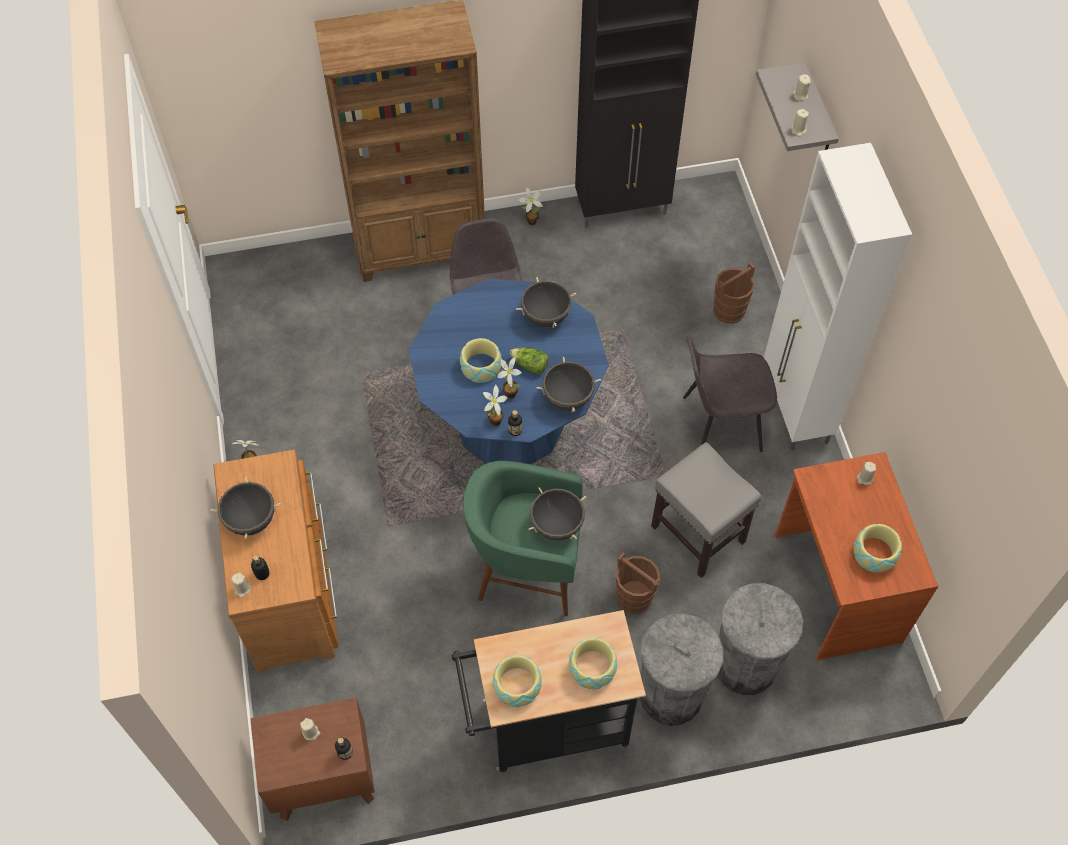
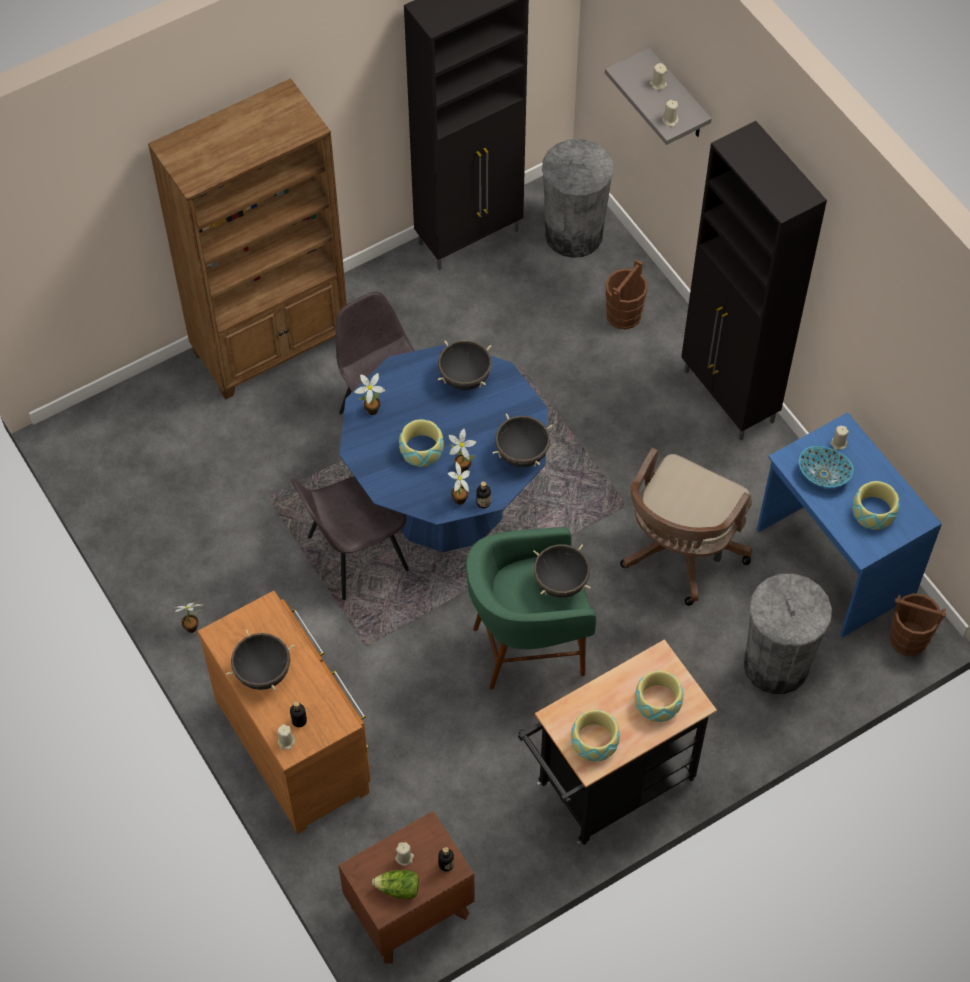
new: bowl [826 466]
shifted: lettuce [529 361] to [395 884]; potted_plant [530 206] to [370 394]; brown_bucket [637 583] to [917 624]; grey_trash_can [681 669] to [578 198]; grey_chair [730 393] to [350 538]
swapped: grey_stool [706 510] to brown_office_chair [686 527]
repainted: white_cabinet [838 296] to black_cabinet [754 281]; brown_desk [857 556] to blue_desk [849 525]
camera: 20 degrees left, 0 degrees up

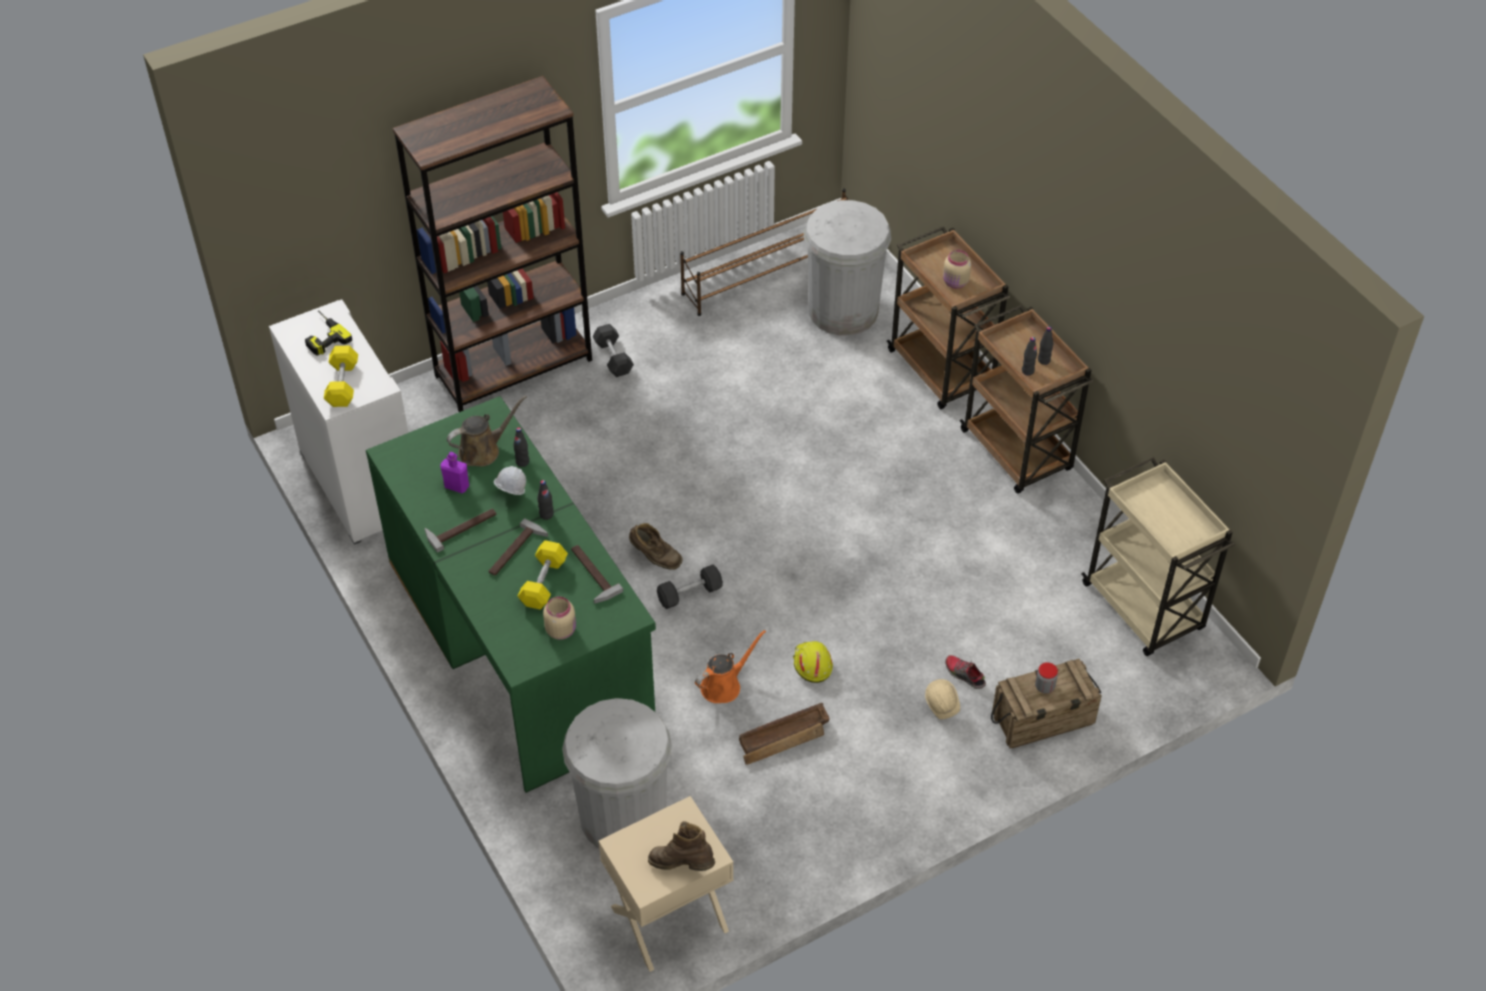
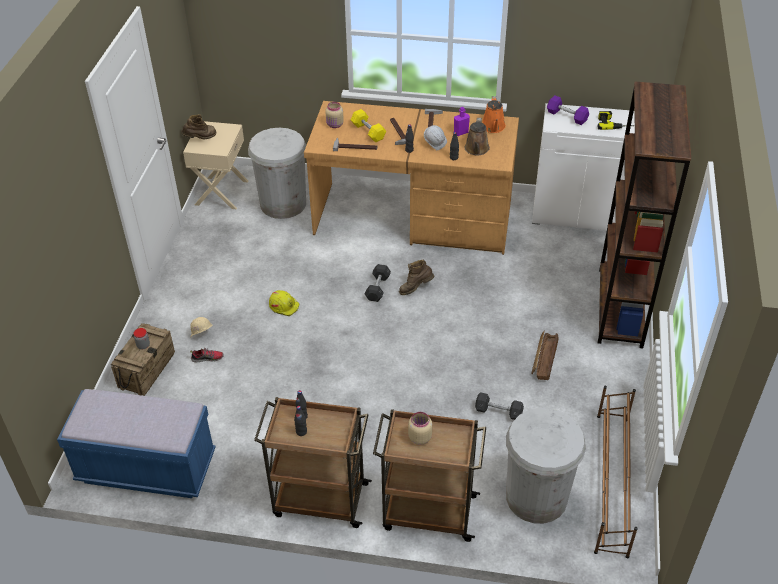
shifted: grey_dumbbell [613 350] to [499 406]; orange_watering_can [730 666] to [494 114]; crate [784 734] to [544 355]
swapped: beige_cart [1158 556] to blue_bench [136 443]
repainted: yellow_dumbbell [341 376] to purple_dumbbell [568 110]; green_desk [511 594] to brown_desk [411 178]
camera: 130 degrees right, 5 degrees down

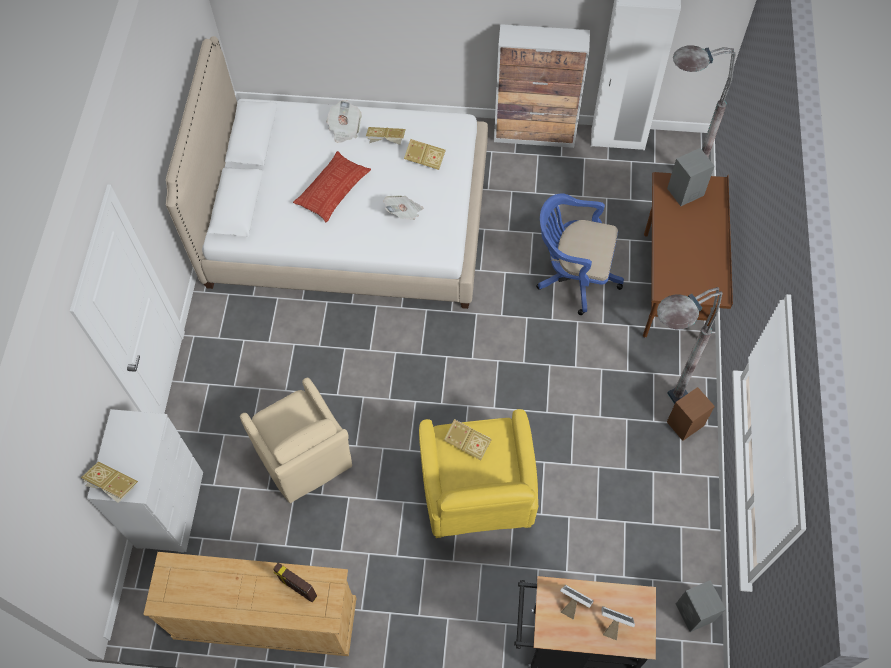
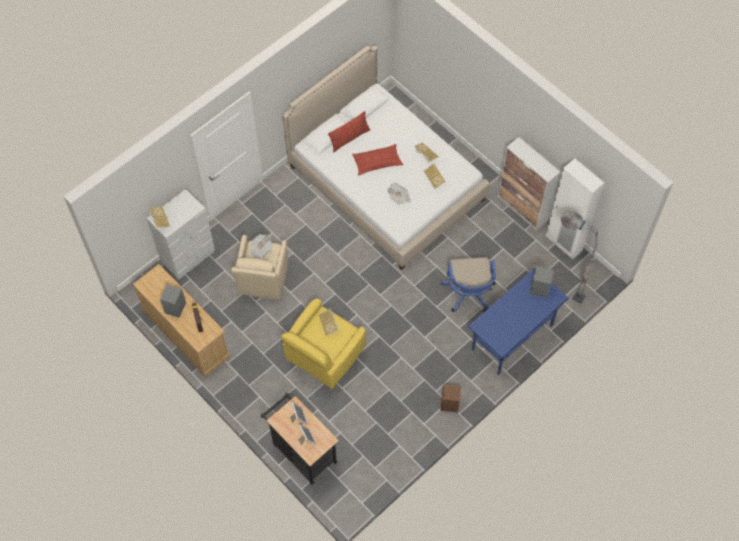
gone: grey_floor_lamp [690 345]
new: pillow [349 132]
shifted: newspaper [344 121] to [261 247]; grey_speaker [701 606] to [173 301]
repainted: brown_desk [688 255] to blue_desk [518 321]
rotated: blue_office_chair [580 254] = [468 284] 150 degrees counterclockwise
camera: 40 degrees right, 0 degrees up

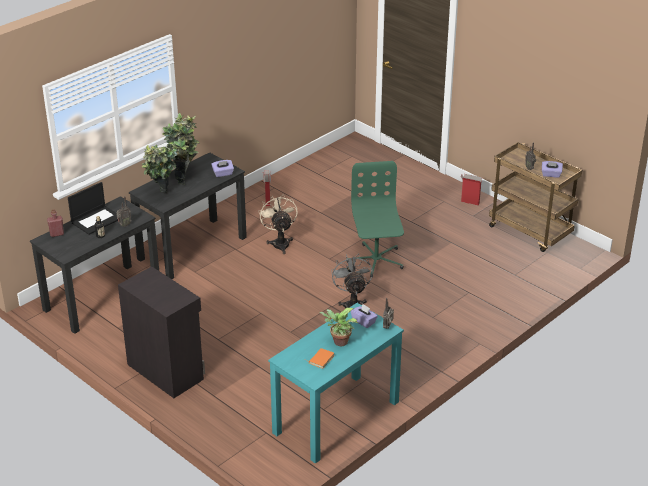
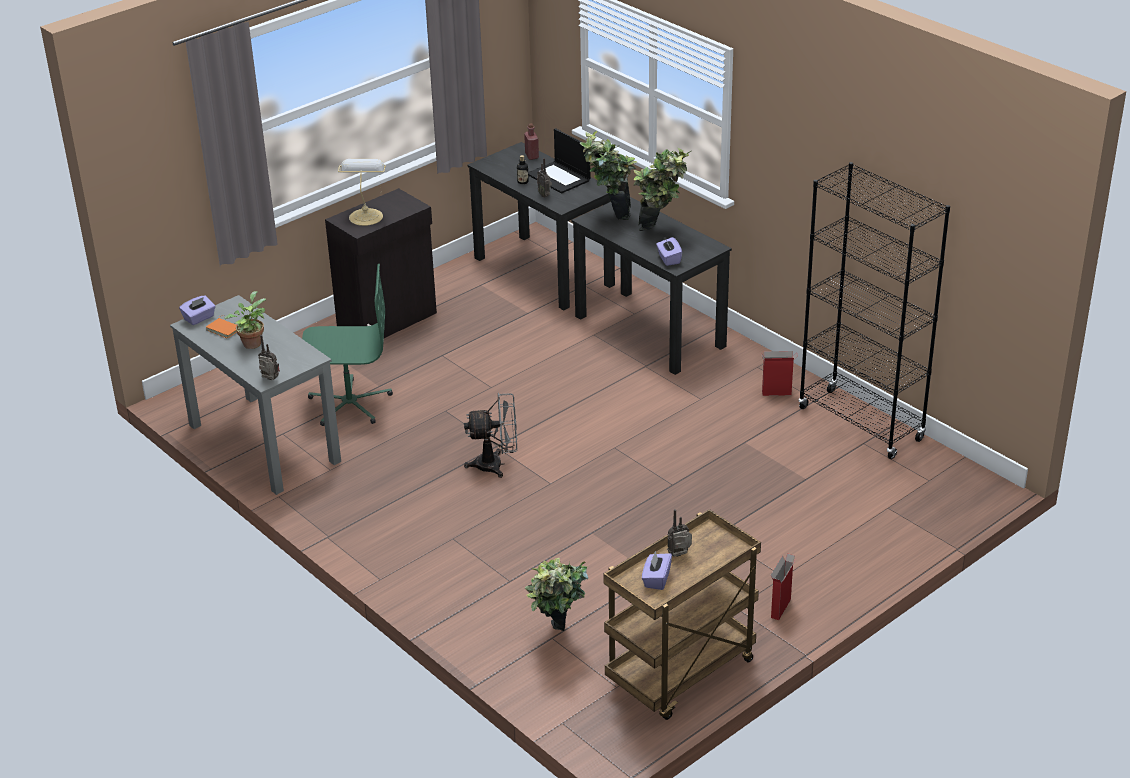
gone: beige_fan [278 224]
new: table_lamp [362 192]; potted_plant [556 594]; black_bookcase [874 310]
shifted: green_office_chair [375 219] to [347 345]; purple_tissue_box [364 316] to [197 310]
repainted: turquoise_desk [336 383] to grey_desk [255 395]
camera: 95 degrees right, 0 degrees up

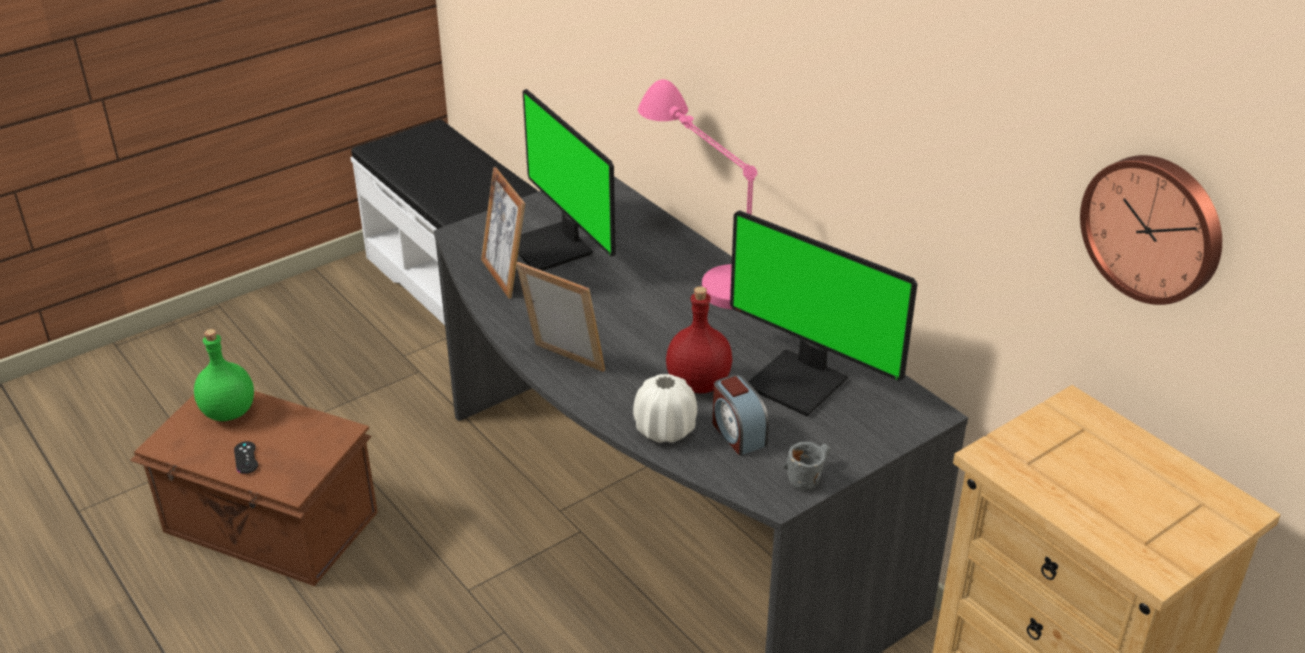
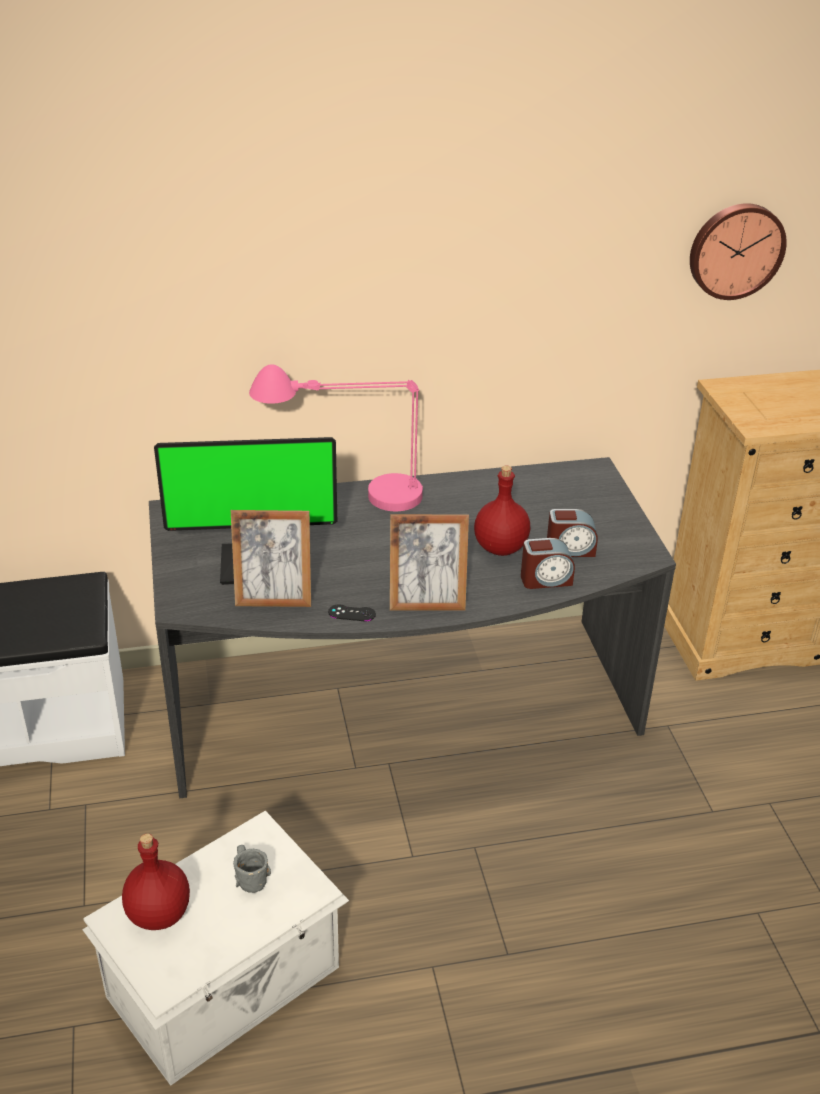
gone: monitor [824 313]
shifted: black_game_controller [246 457] to [352 612]; grey_mug [806 466] to [252 869]
swapped: white_vase [665 408] to alarm_clock [548 563]
repainted: brown_storage_box [254 488] to white_storage_box [215 948]; green_bottle [224 375] to red_bottle [156 881]
rotated: picture_frame [560 317] = [429 562] 150 degrees counterclockwise
camera: 65 degrees left, 0 degrees up

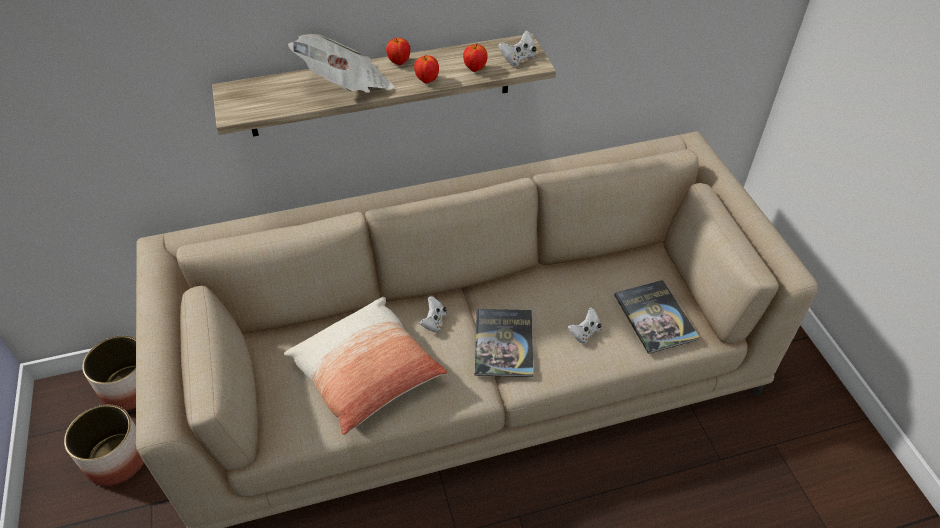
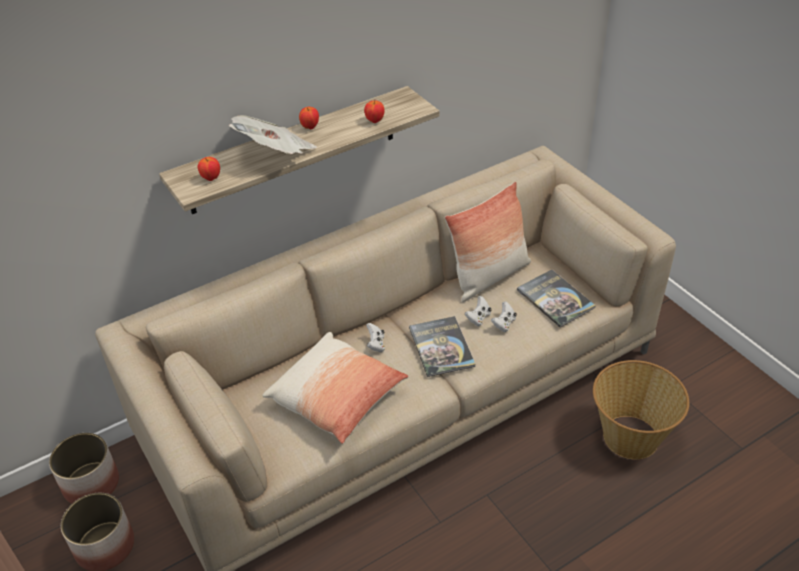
new: pillow [488 242]; basket [641 410]
shifted: apple [426 69] to [209 169]; white_game_controller [517 48] to [478 311]
camera: 15 degrees left, 5 degrees down

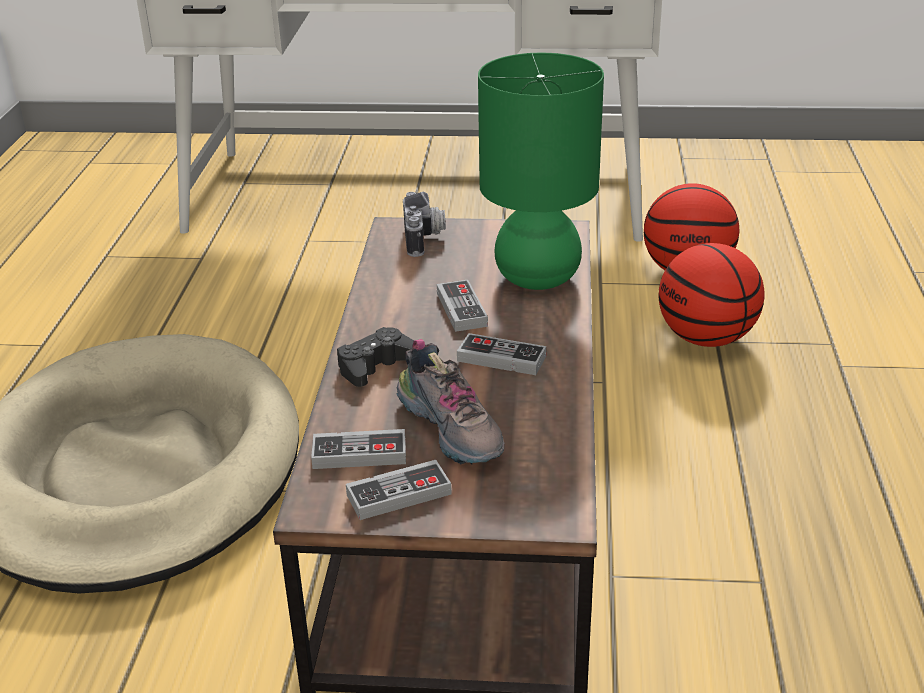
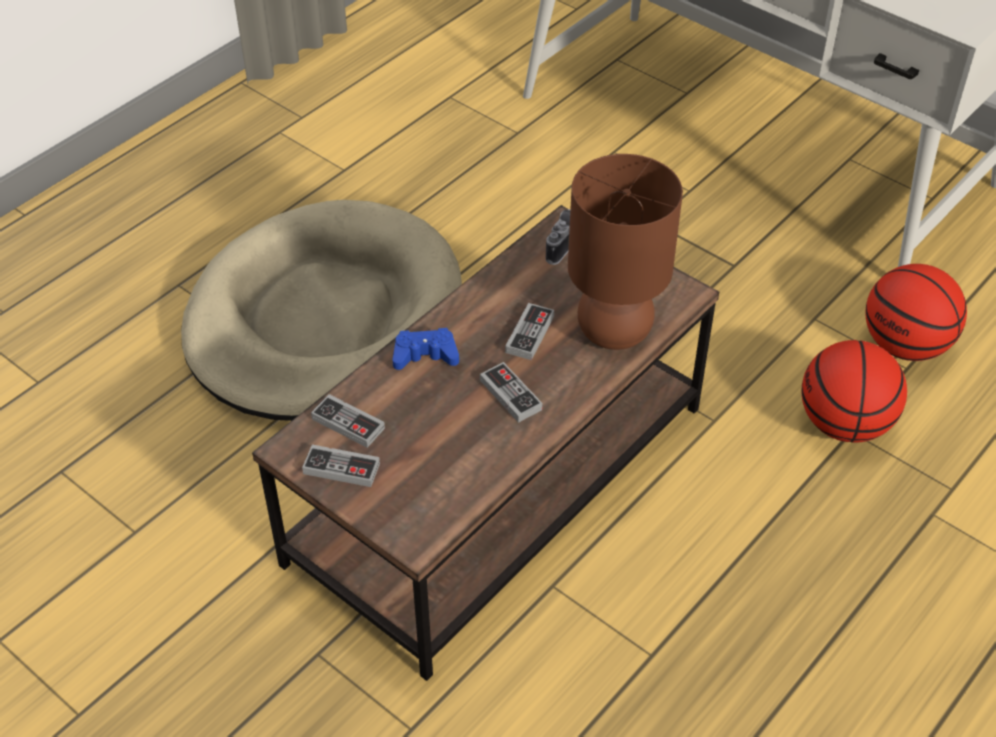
gone: shoe [451 401]
repainted: black_game_controller [375 357] to blue_game_controller [425 349]; green_table_lamp [541 171] to brown_table_lamp [625 252]
camera: 35 degrees right, 15 degrees up

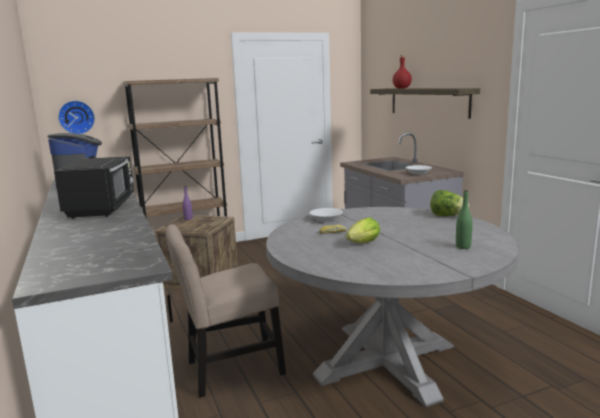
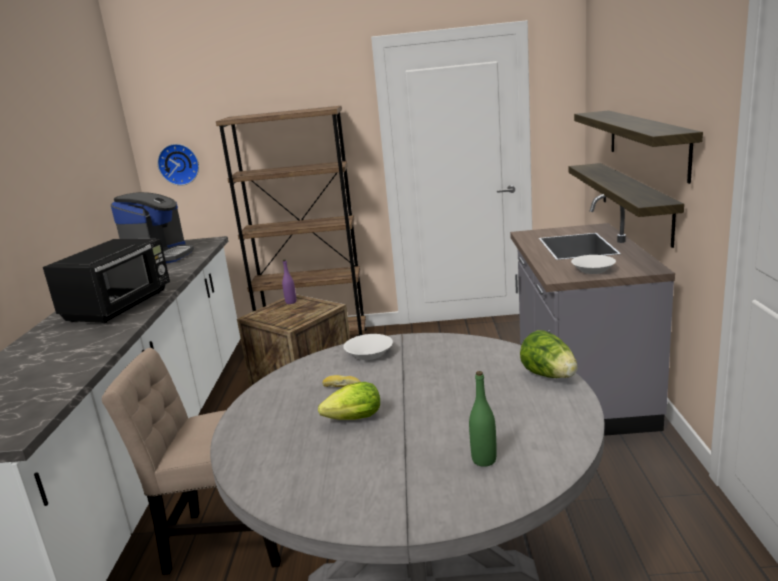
gone: red_bottle [402 72]
new: shelf [626 205]
camera: 25 degrees right, 5 degrees up

